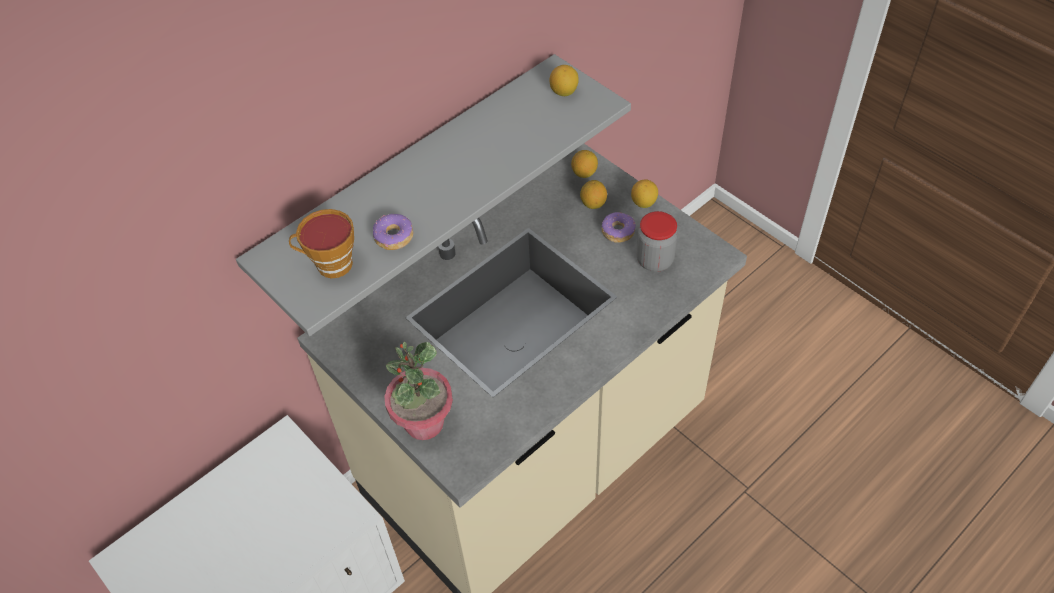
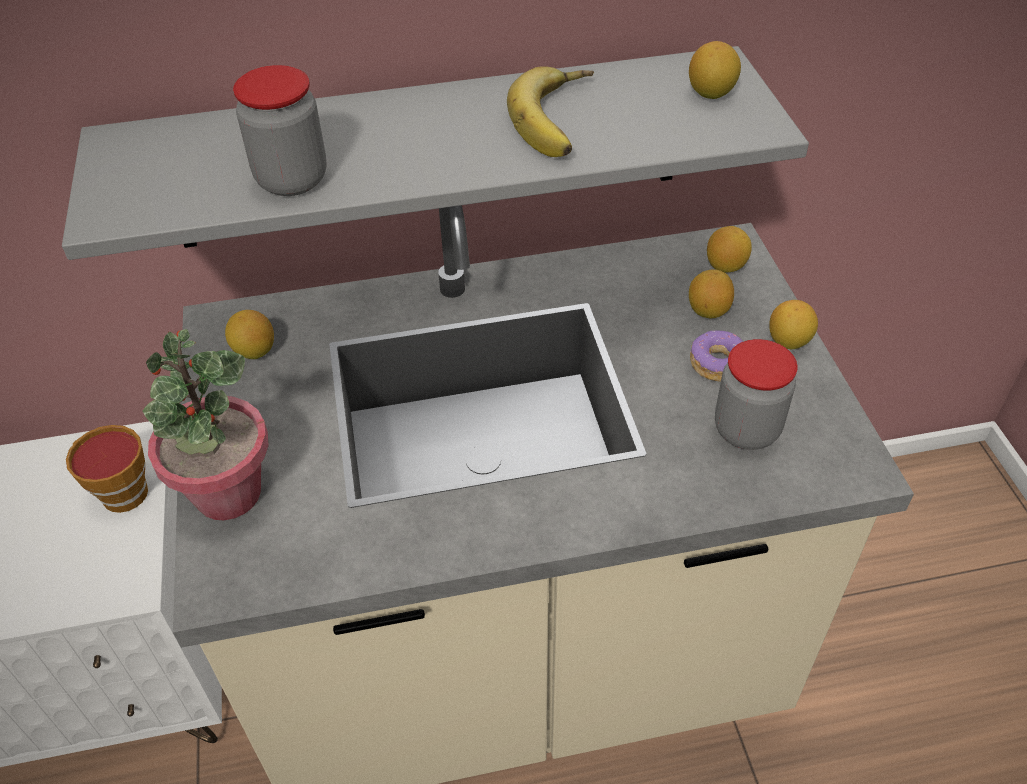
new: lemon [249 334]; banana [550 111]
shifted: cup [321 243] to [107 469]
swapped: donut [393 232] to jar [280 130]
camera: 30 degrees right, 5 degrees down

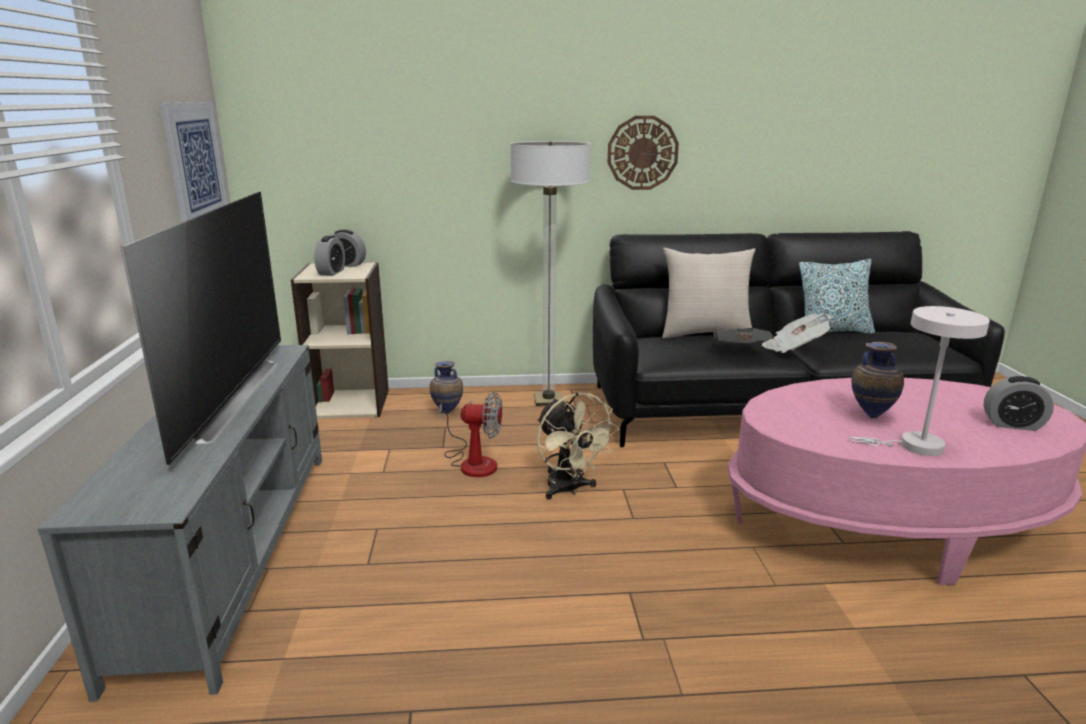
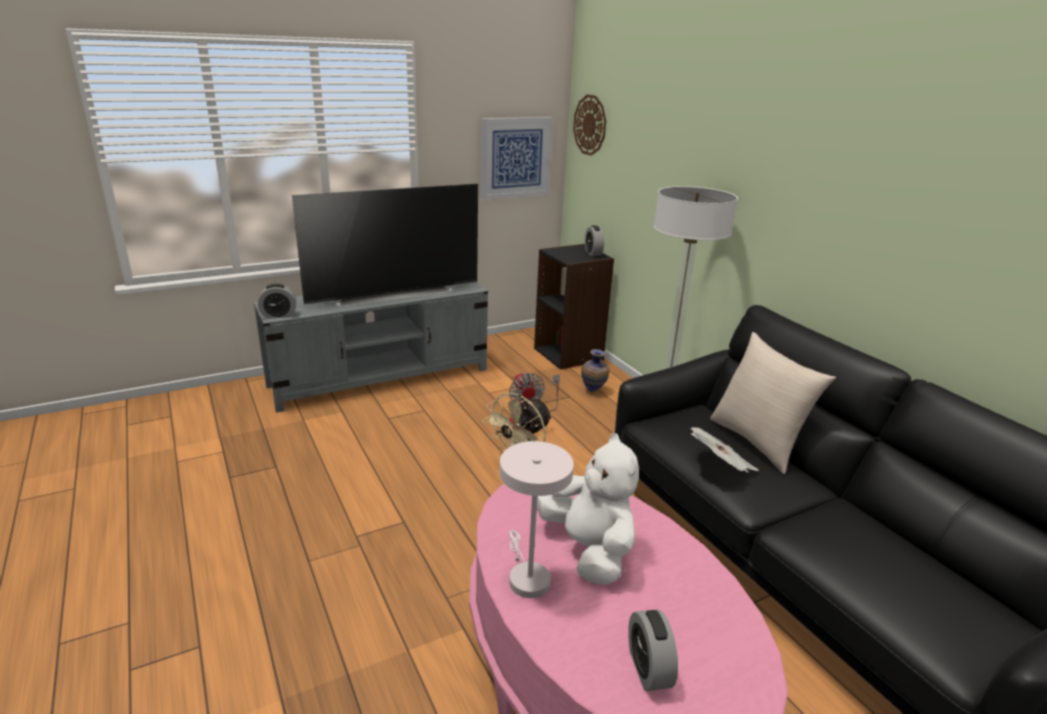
gone: newspaper [797 333]; pillow [837 296]
shifted: alarm_clock [329 256] to [277 301]; wall_clock [643 153] to [589 125]
swapped: vase [878 380] to white_plush_toy [588 509]
repainted: beige_bookcase [340 340] to black_bookcase [574 307]
camera: 65 degrees right, 5 degrees up

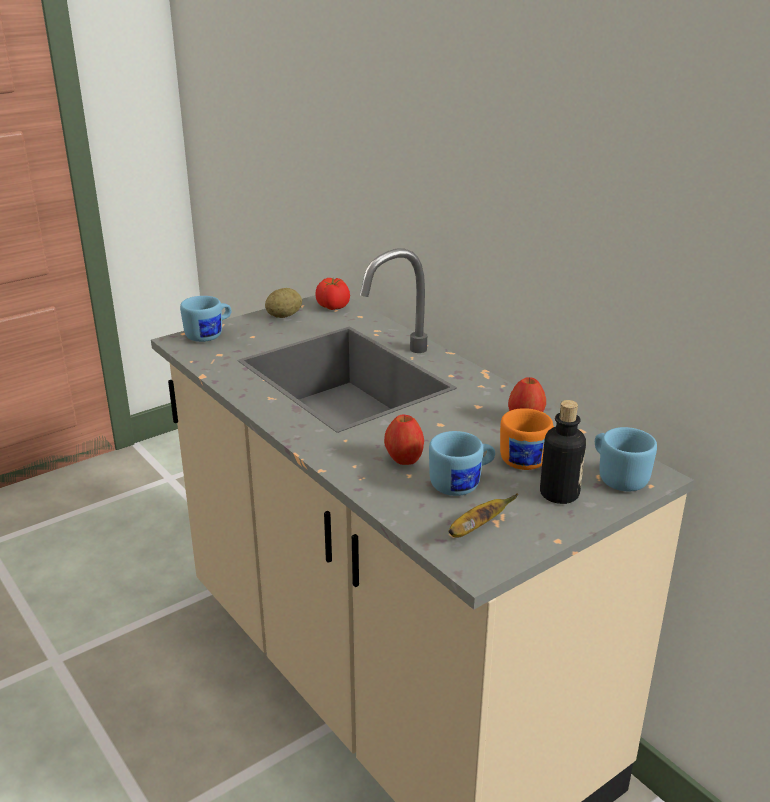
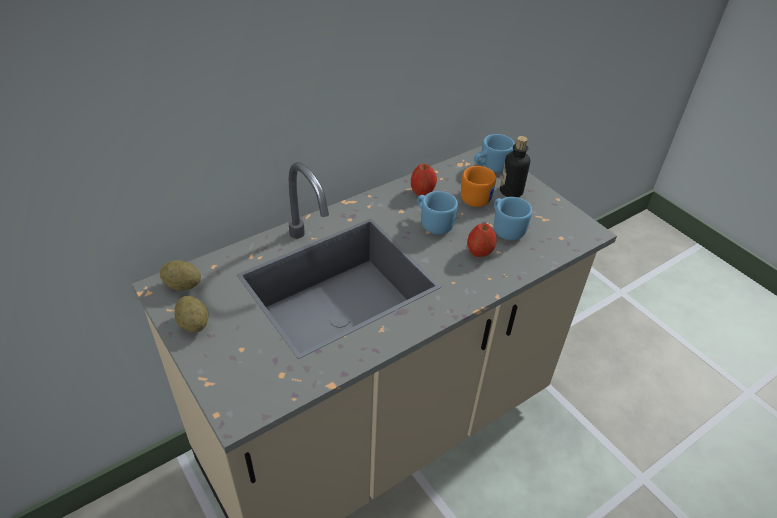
gone: banana [483 515]
shifted: blue_mug [206 319] to [437 212]
swapped: tomato [332 294] to potato [180 275]
camera: 90 degrees left, 15 degrees up

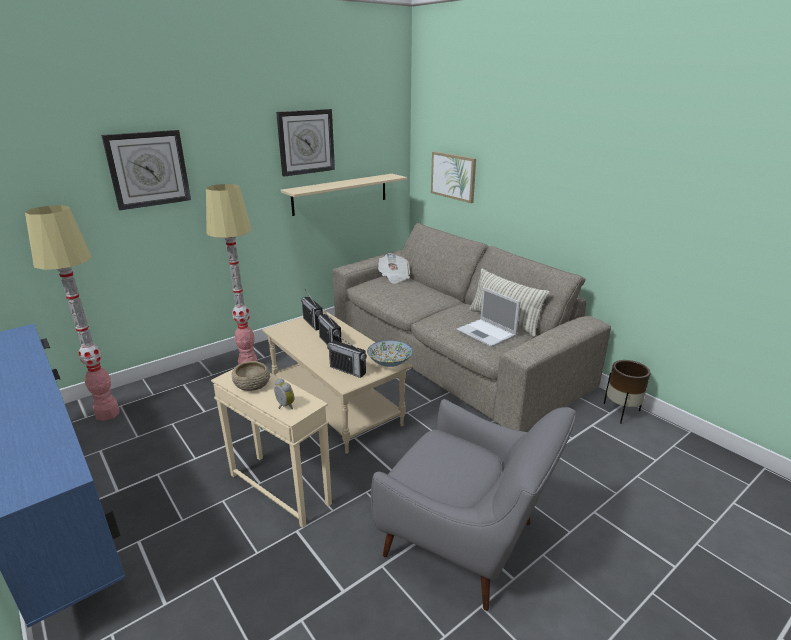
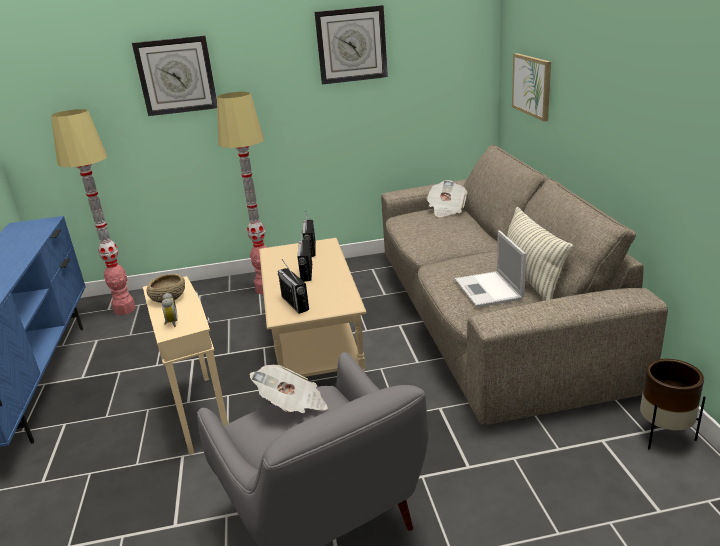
gone: beige_shelf [344 195]; bowl [390 353]
new: newspaper [289 389]
camera: 30 degrees right, 0 degrees up

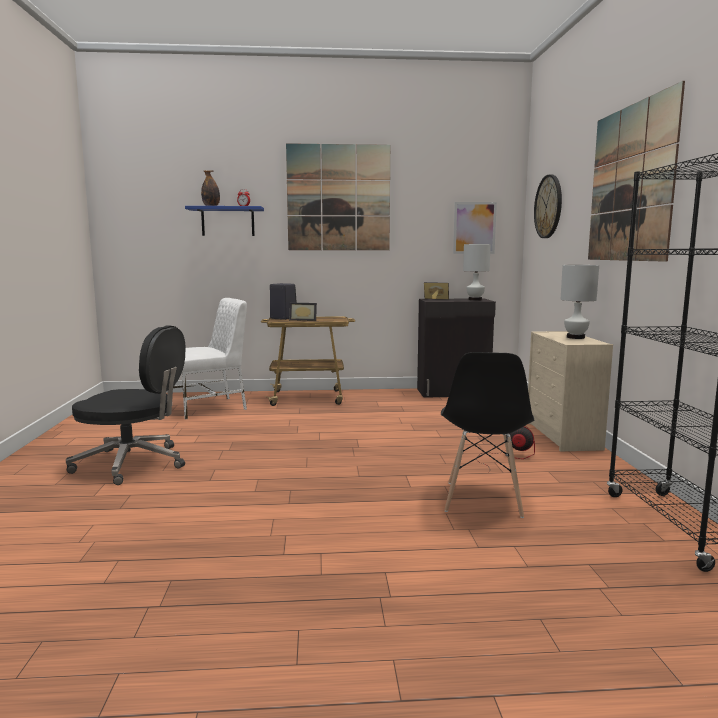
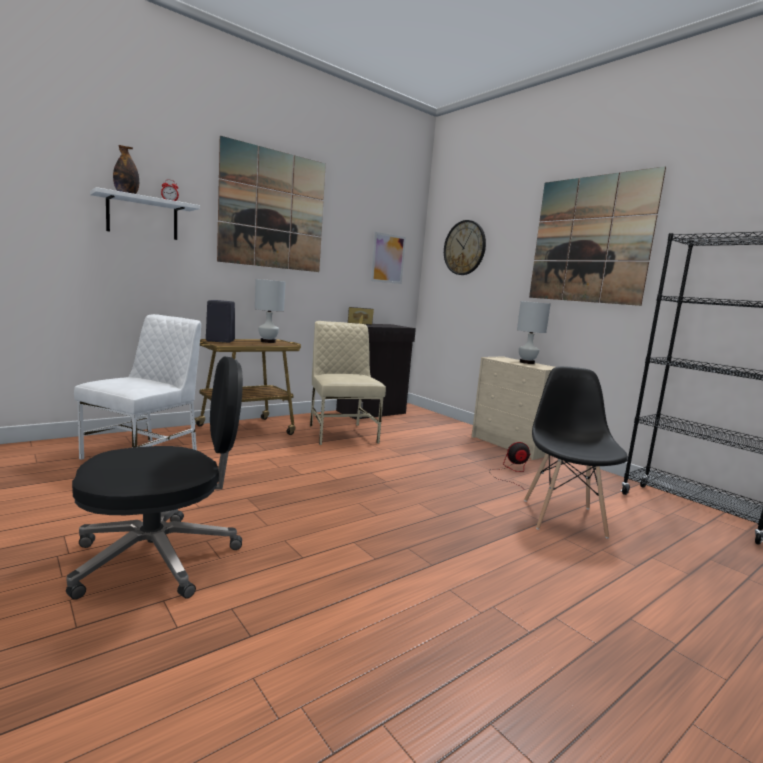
gone: picture_frame [303 312]
new: beige_chair [348 383]
shifted: white_table_lamp [477 272] to [270 311]
repainted: blue_shelf [224 221] to white_shelf [145 213]
rotated: black_chair [487 435] = [576 452] 150 degrees counterclockwise
camera: 35 degrees left, 0 degrees up

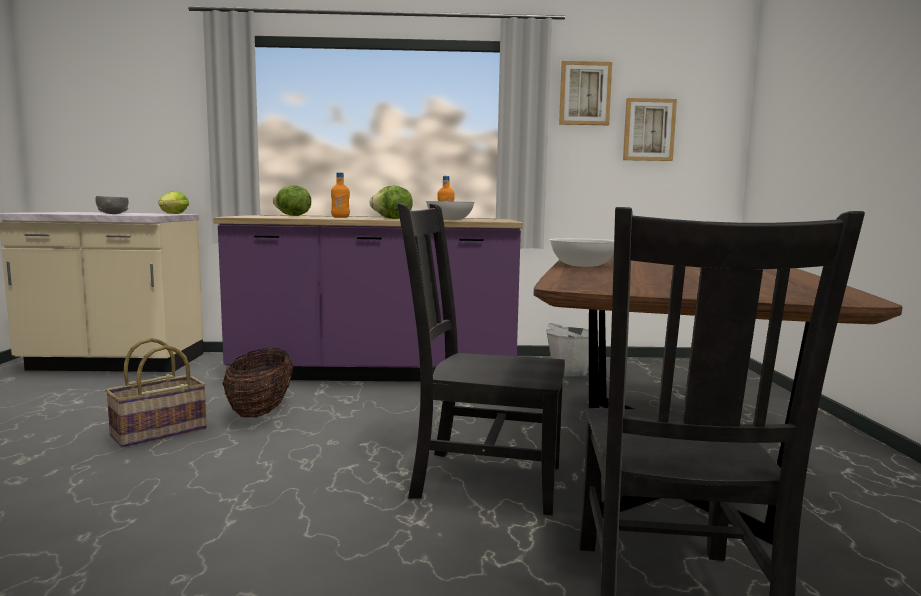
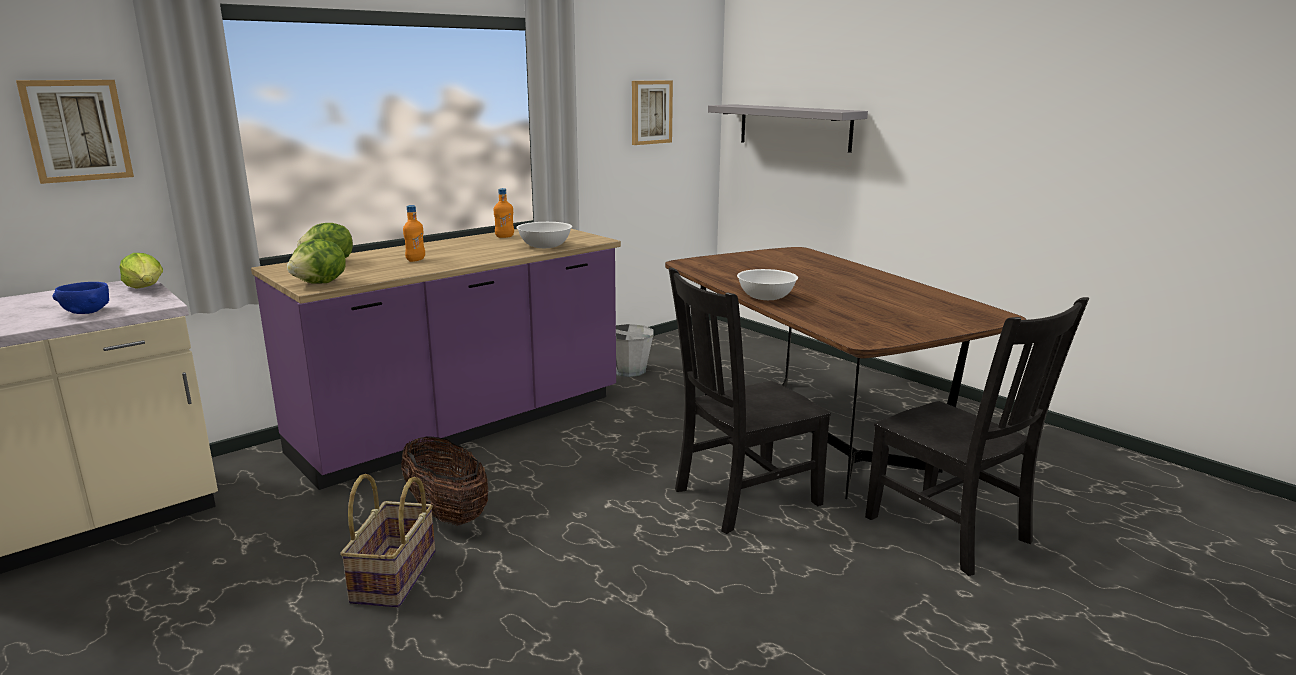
new: grey_shelf [788 128]
shifted: lettuce [391 202] to [316 261]; picture [585 93] to [75 132]
repainted: grey_bowl [112 205] to blue_bowl [80 298]
camera: 40 degrees left, 10 degrees up

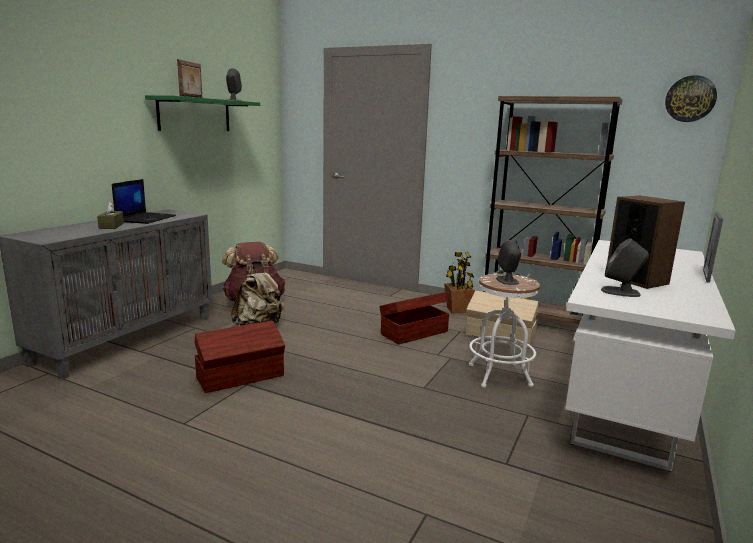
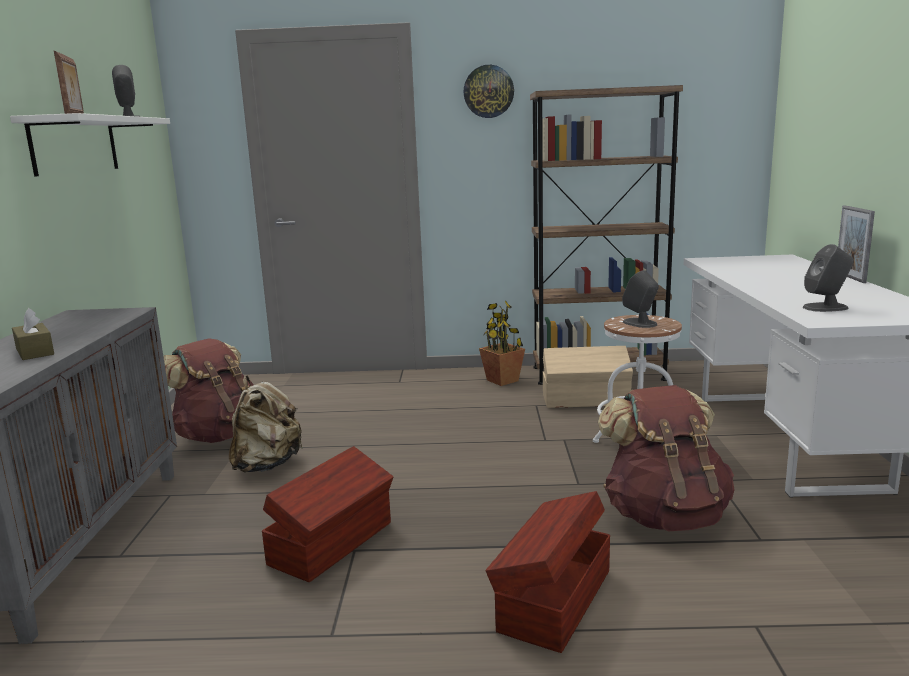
gone: laptop [144 201]; speaker [646 242]
new: brown_backpack [666 458]
shifted: brown_storage_box [414 318] to [548 572]; wall_clock [691 98] to [489 91]
repainted: green_shelf [202 113] to white_shelf [90 145]
camera: 25 degrees left, 0 degrees up

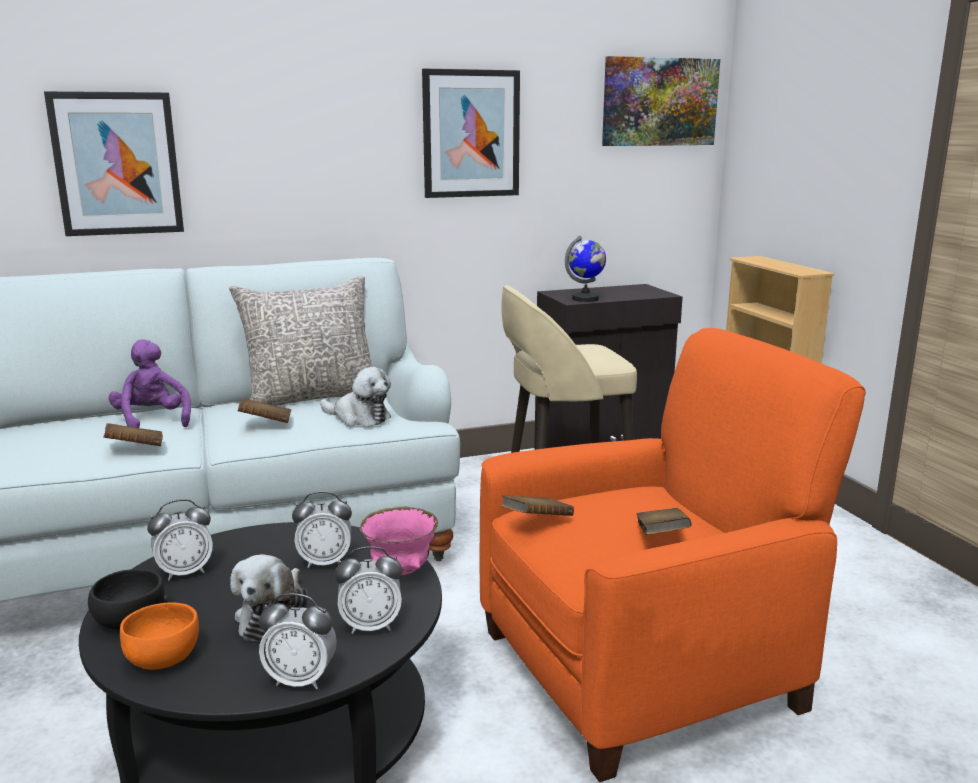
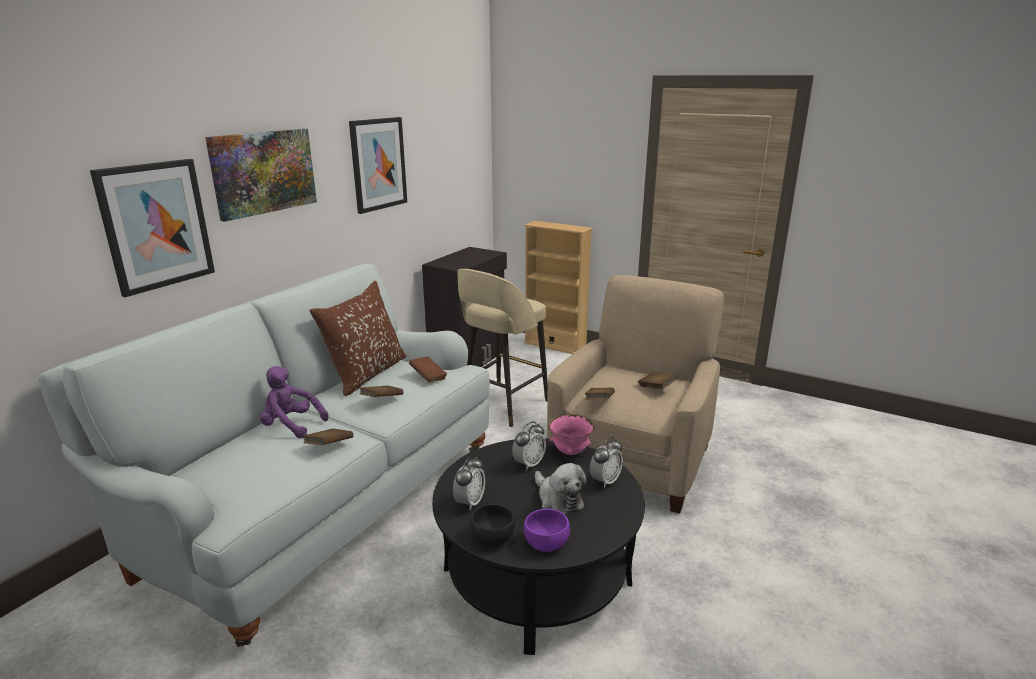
gone: alarm_clock [298 641]; globe [585 269]
shifted: picture [661 101] to [261 175]
swapped: plush_toy [355 396] to brown_book [428 369]
repainted: orange_bowl [159 636] to purple_bowl [547 530]; grey_pillow [300 341] to brown_pillow [357 338]; orange_armchair [672 555] to beige_armchair [635 394]
camera: 40 degrees left, 5 degrees up

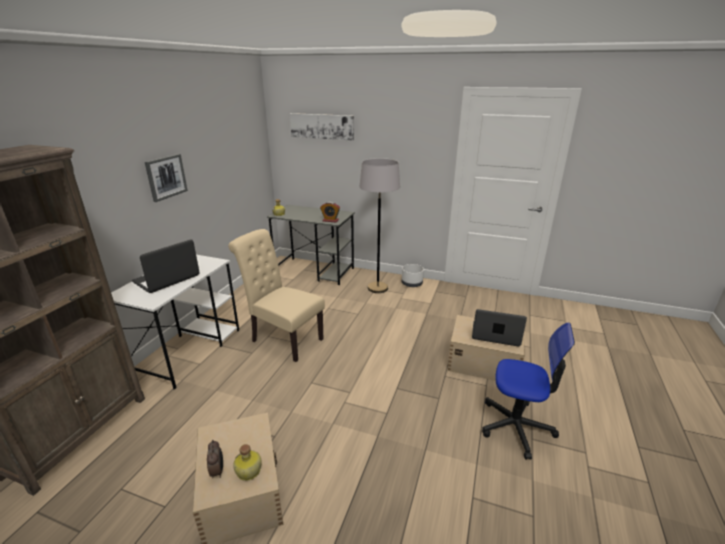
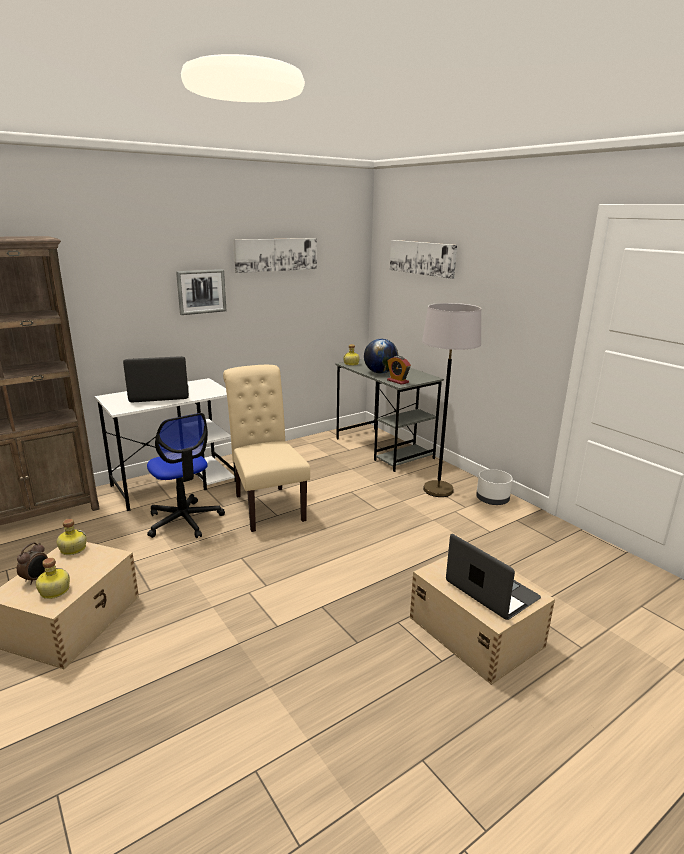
new: bottle [71 537]; picture [275 255]; globe [381 356]
shifted: office_chair [528 391] to [186 475]
camera: 35 degrees right, 5 degrees down

